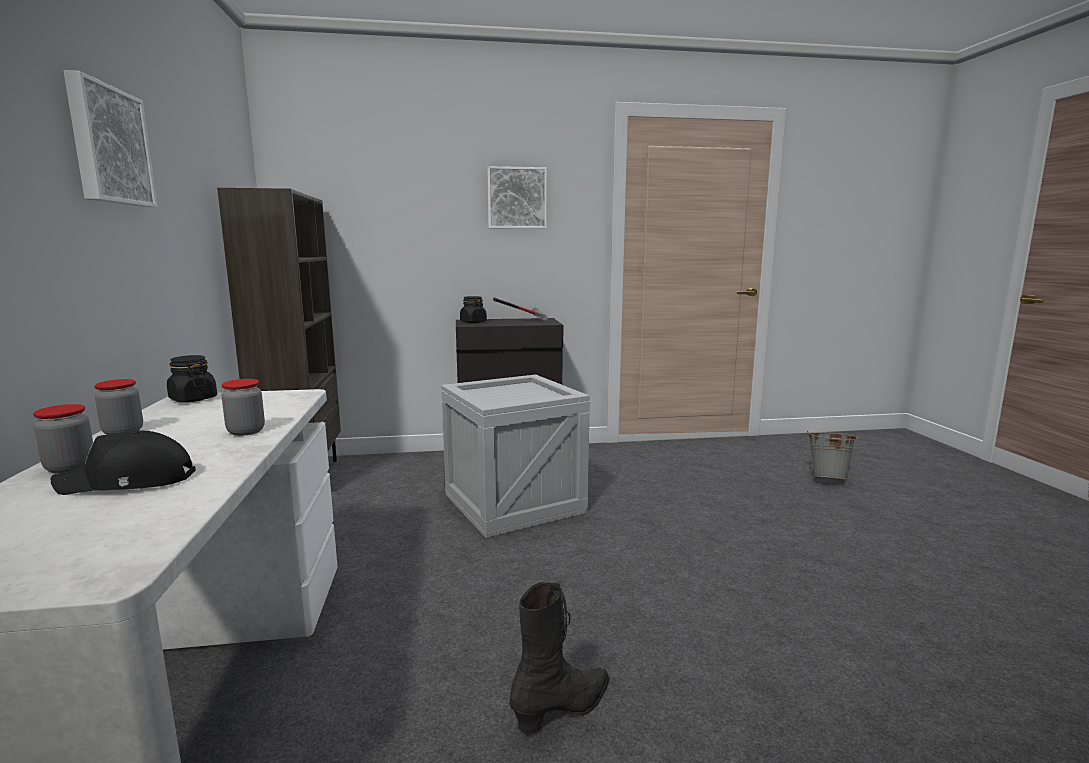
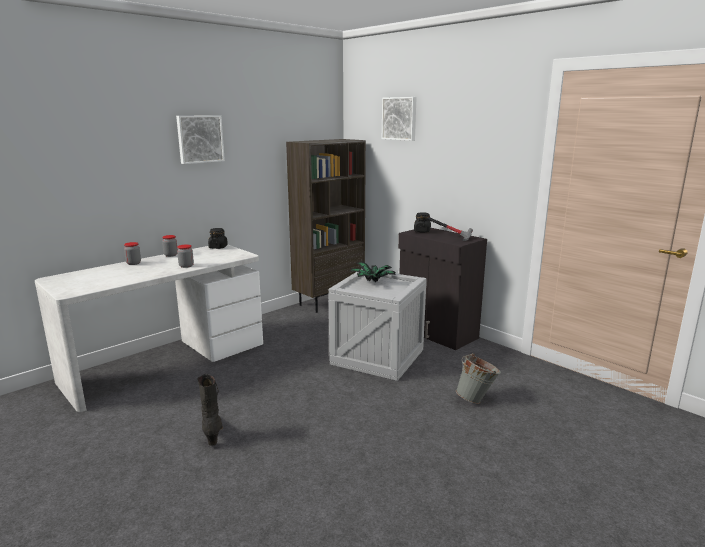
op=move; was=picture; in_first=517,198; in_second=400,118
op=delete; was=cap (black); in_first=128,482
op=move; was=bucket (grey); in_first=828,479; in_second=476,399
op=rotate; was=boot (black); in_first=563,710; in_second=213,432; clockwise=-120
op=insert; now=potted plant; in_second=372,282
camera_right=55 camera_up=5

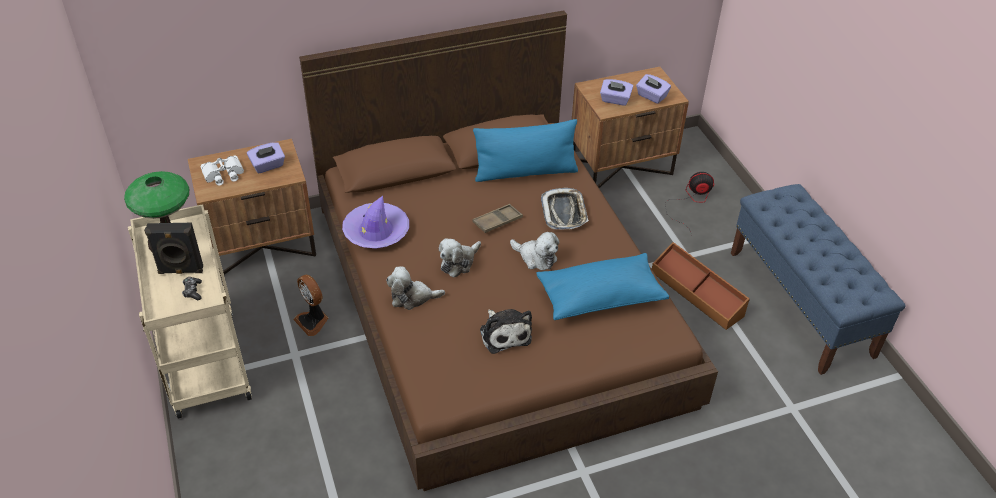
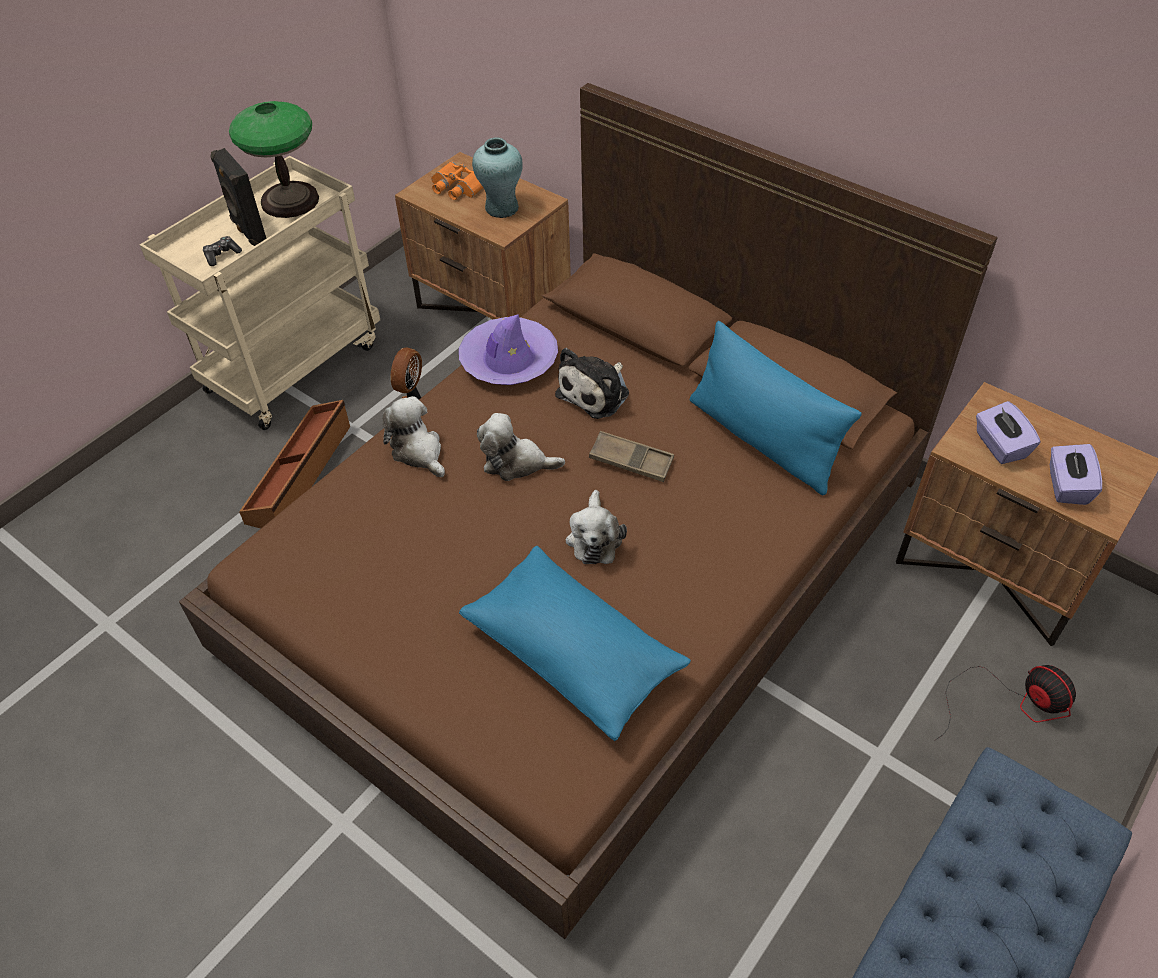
op=replace; was=tissue box (purple); now=vase (turquoise); in_first=268,166; in_second=501,208
op=recolor; was=binoculars (white); now=binoculars (orange); in_first=223,174; in_second=457,186
op=delete; was=tray; in_first=564,212
op=move; was=storage box (brown); in_first=697,293; in_second=301,474
op=move; was=plush toy; in_first=504,333; in_second=596,392
camera_right=60 camera_up=5

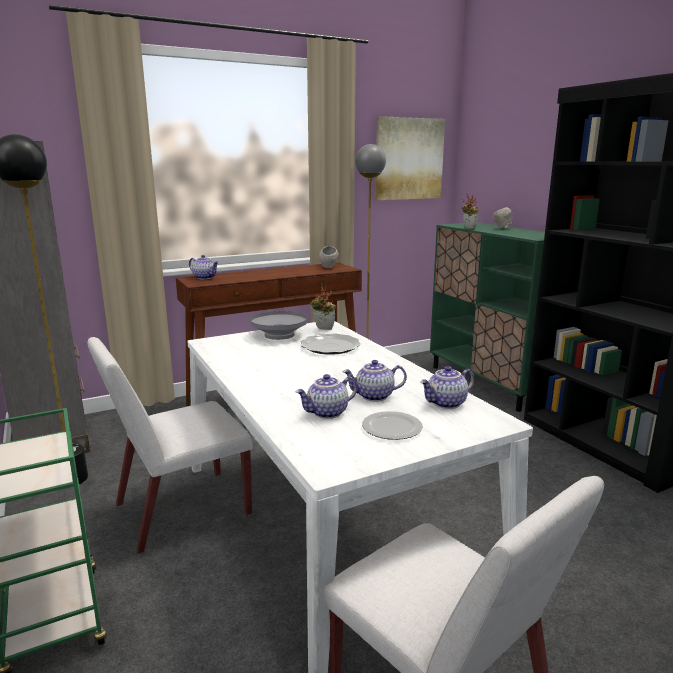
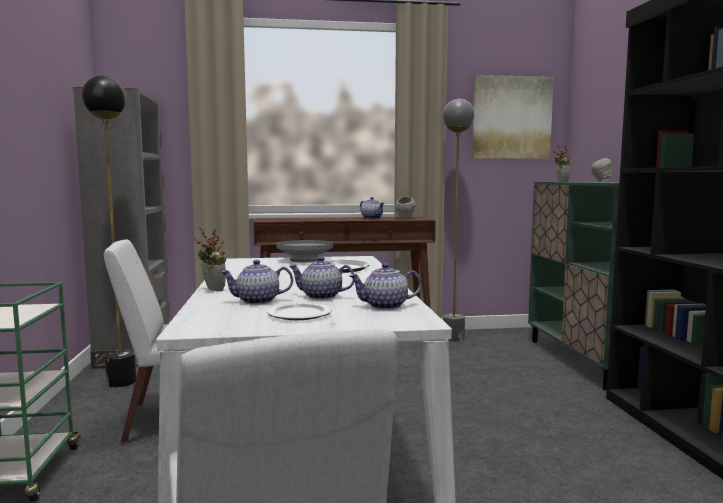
op=move; was=teapot; in_first=205,277; in_second=372,218
op=move; was=potted plant; in_first=322,329; in_second=212,290
camera_right=20 camera_up=-10

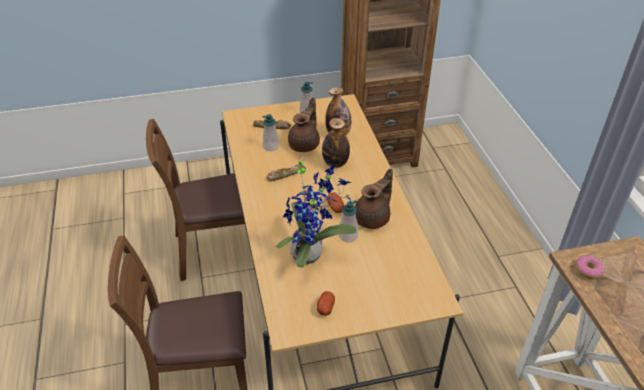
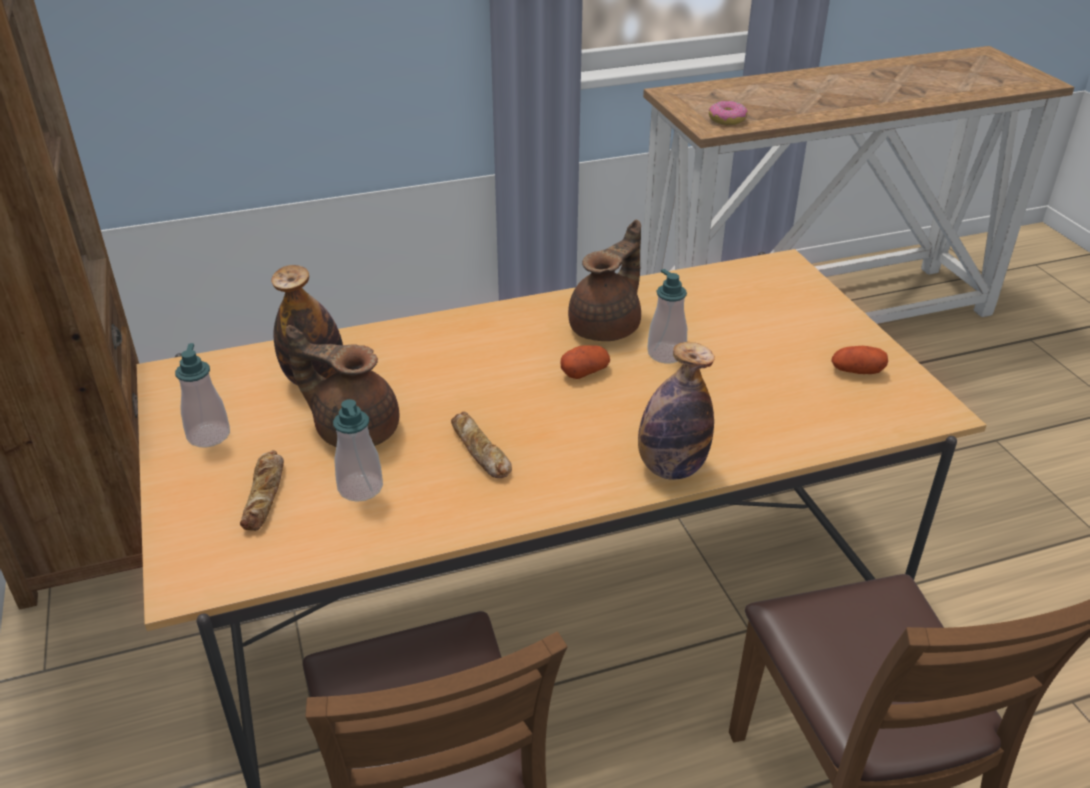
op=move; was=bottle; in_first=335,163; in_second=671,468
op=delete; was=potted plant; in_first=310,253
op=rotate; was=teapot (brown); in_first=373,218; in_second=607,327; clockwise=90
camera_right=-95 camera_up=-5

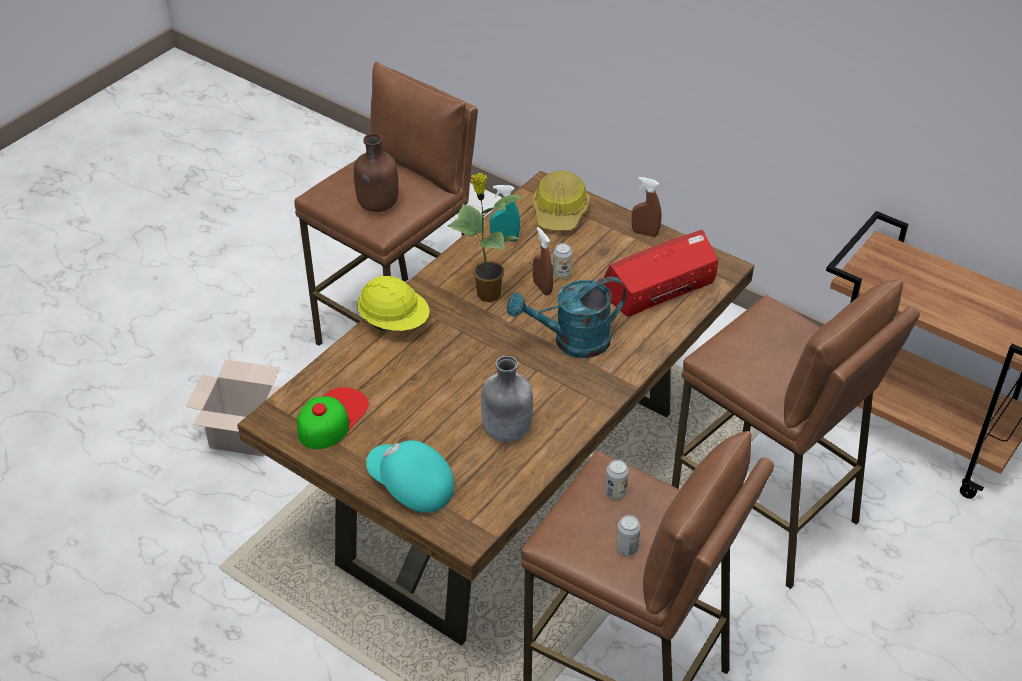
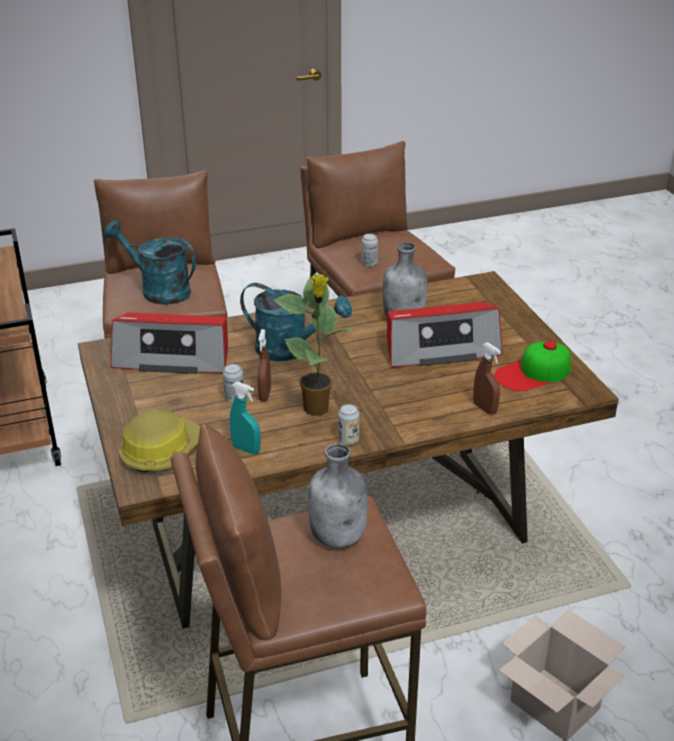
op=recolor; was=bottle (brown); now=bottle (grey); in_first=377,205; in_second=339,536
op=move; was=spray bottle (brown); in_first=645,233; in_second=485,408
op=delete; was=hard hat (yellow); in_first=394,322
op=delete; was=cap (turquoise); in_first=411,487
op=move; was=can; in_first=627,548; in_second=348,440
op=insert; now=watering can (turquoise); in_second=158,290
op=insert; now=radio; in_second=440,348
camera_right=-145 camera_up=-10

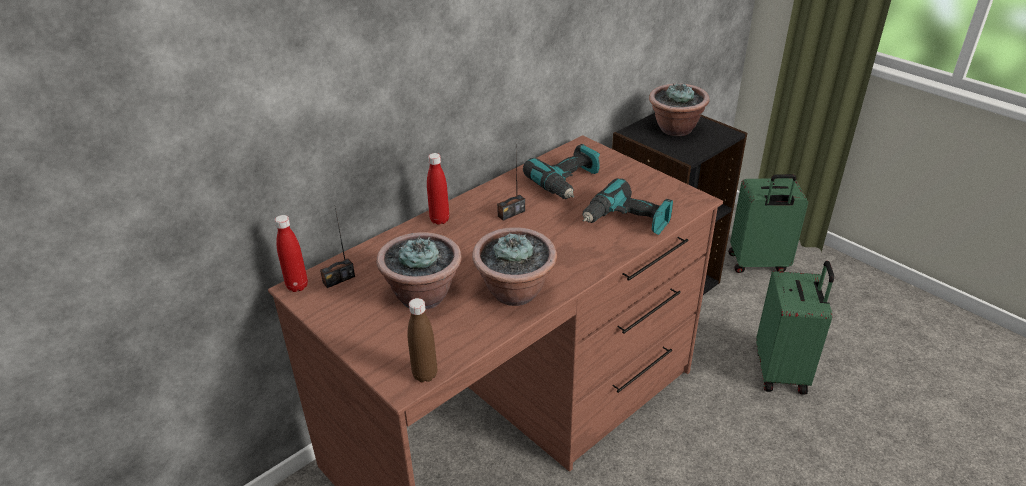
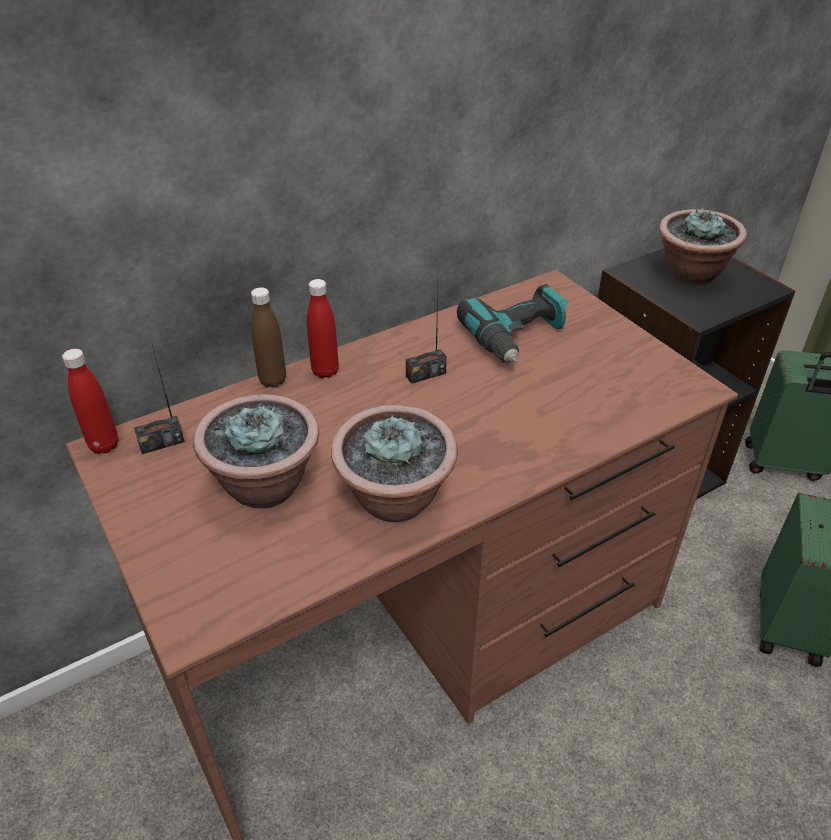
op=delete; was=power drill; in_first=626,221
op=move; was=bottle (brown); in_first=425,375; in_second=273,380
camera_right=10 camera_up=5

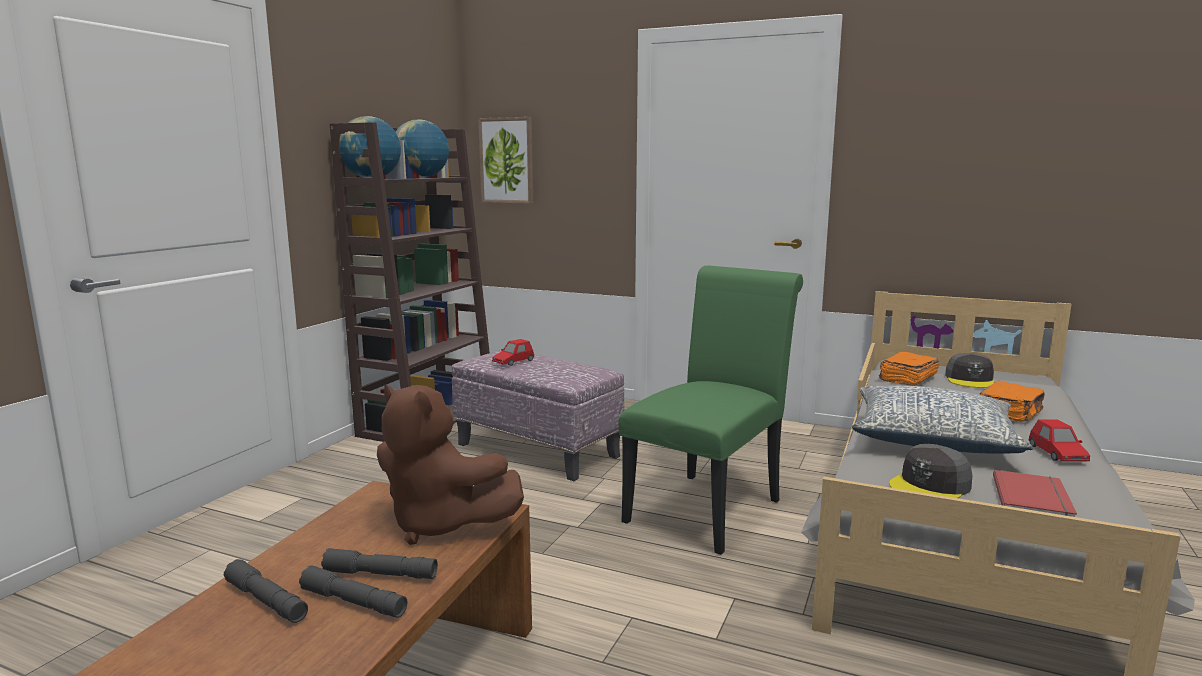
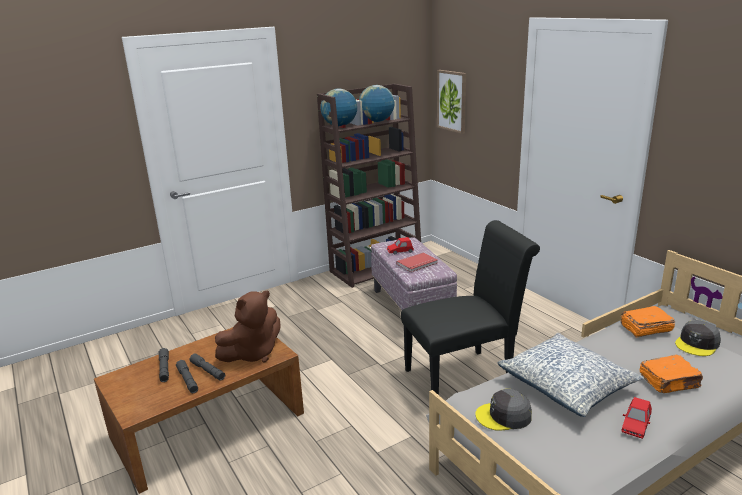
op=recolor; was=chair (green); now=chair (black); in_first=709,507; in_second=465,376
op=rotate; was=plush toy (brown); in_first=441,524; in_second=253,353; clockwise=-105
op=move; was=book (red); in_first=1034,499; in_second=418,264
camera_right=35 camera_up=10

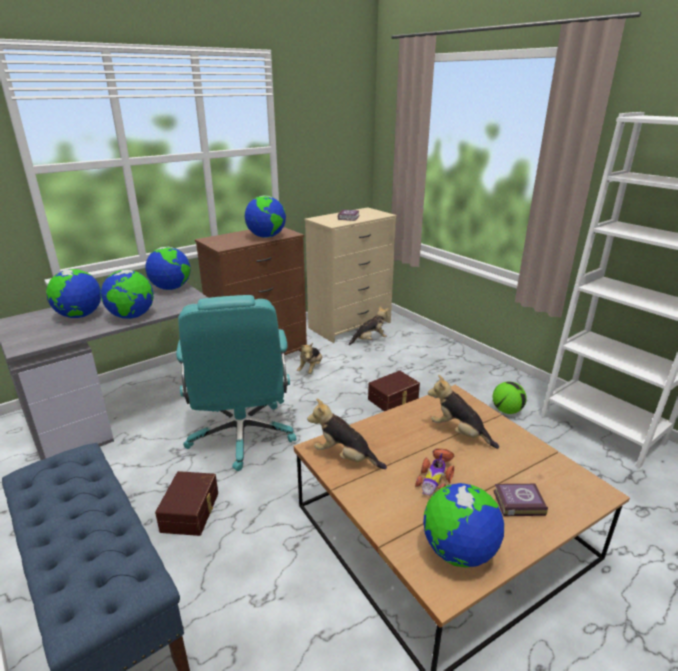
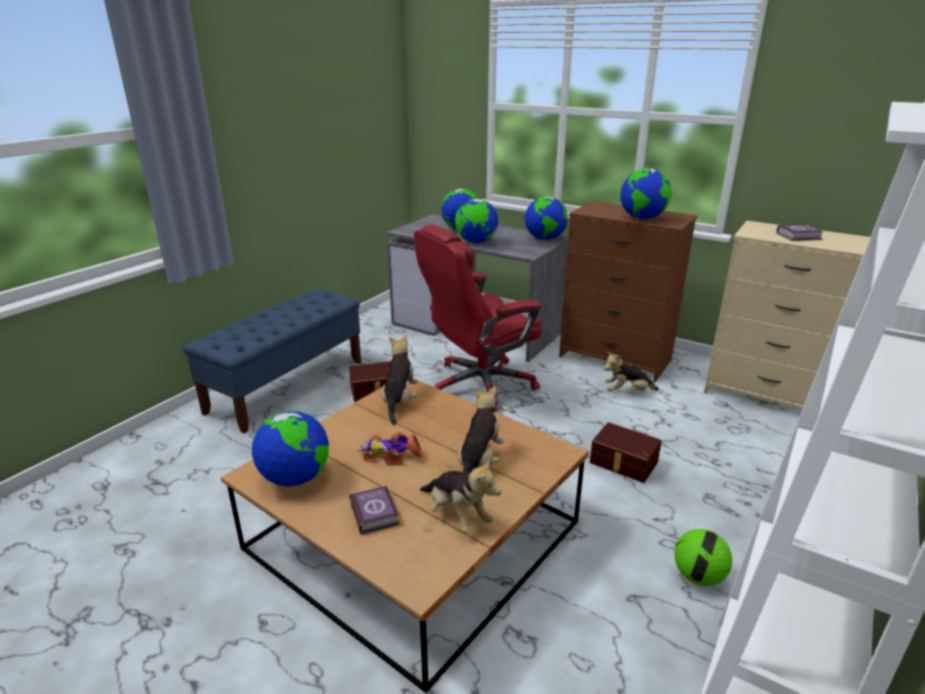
op=recolor; was=office chair (turquoise); now=office chair (red); in_first=242,436; in_second=479,385
op=move; was=plush toy; in_first=370,340; in_second=457,515
camera_right=70 camera_up=0

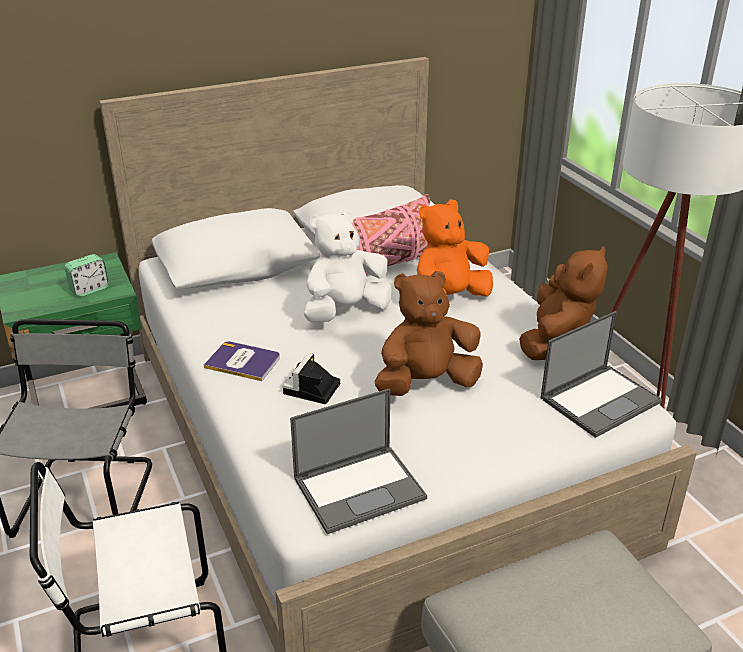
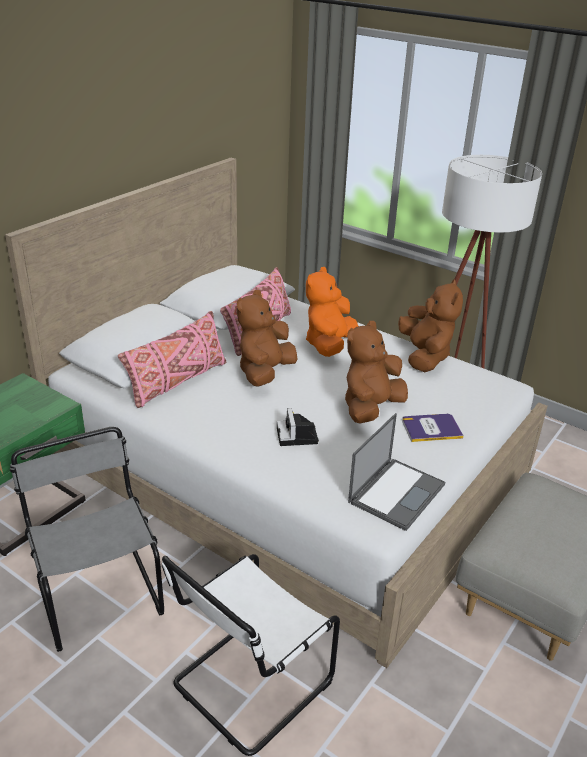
op=recolor; was=plush toy (white); now=plush toy (brown); in_first=345,311; in_second=265,373
op=delete; was=alarm clock; in_first=90,289
op=delete; was=laptop; in_first=600,399
op=move; was=book; in_first=243,362; in_second=431,428
op=insert; now=pillow (pink); in_second=177,382
camera_right=-30 camera_up=0

